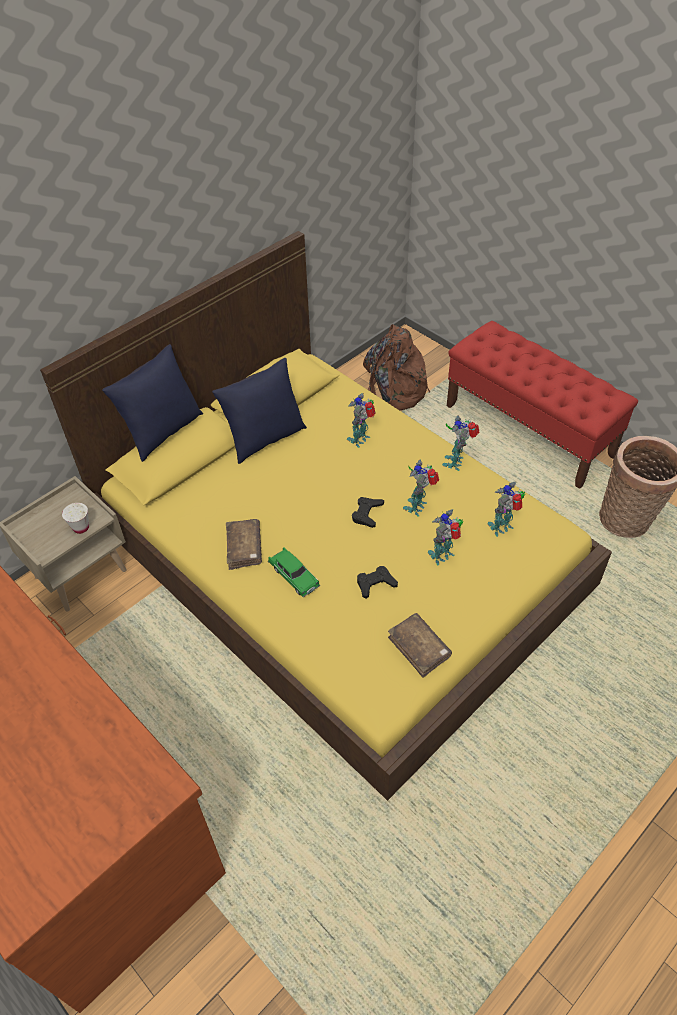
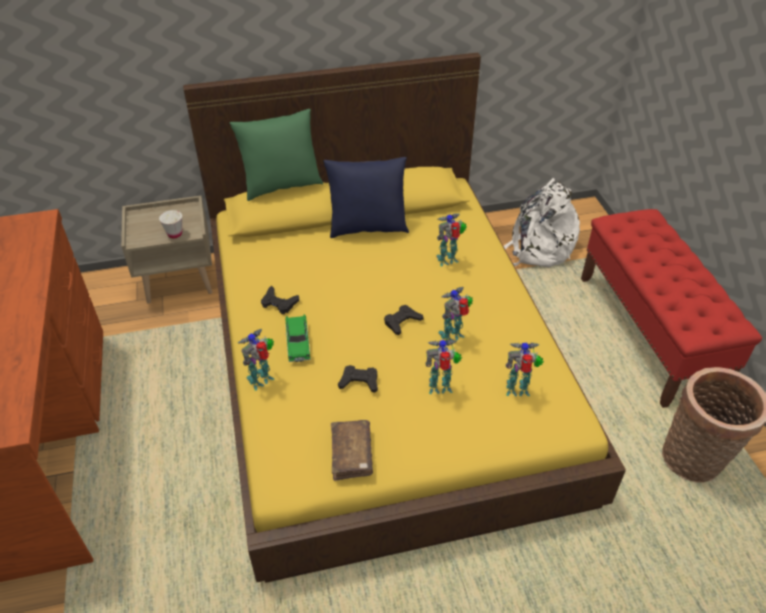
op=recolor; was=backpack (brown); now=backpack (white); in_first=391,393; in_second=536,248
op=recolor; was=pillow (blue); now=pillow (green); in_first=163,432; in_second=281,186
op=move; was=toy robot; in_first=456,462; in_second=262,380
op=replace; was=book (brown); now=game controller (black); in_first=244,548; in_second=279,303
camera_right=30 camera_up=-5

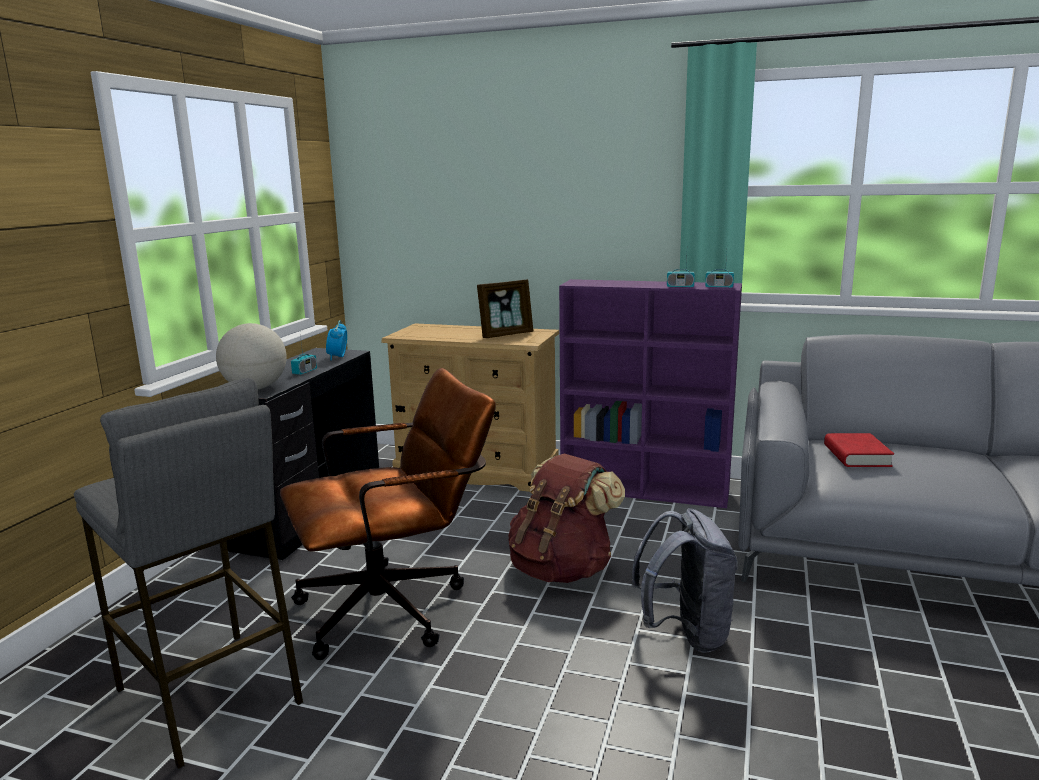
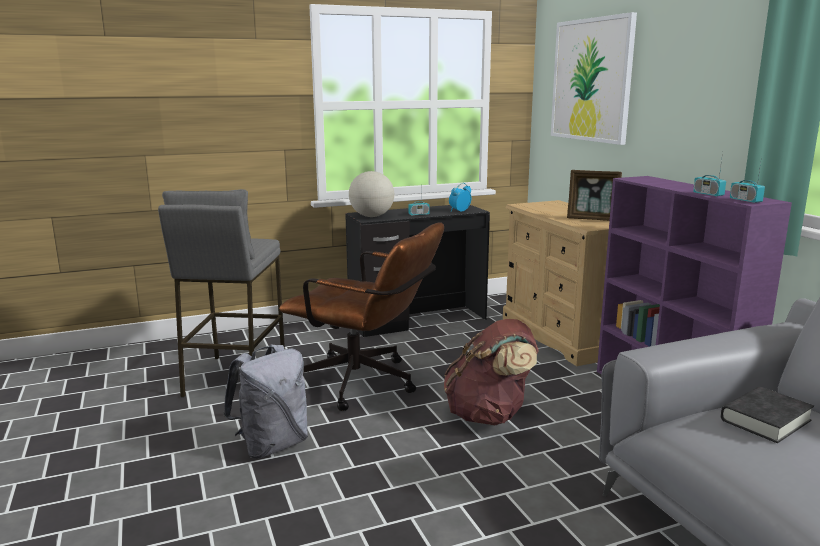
op=recolor; was=book (red); now=book (black); in_first=856,456; in_second=765,420
op=move; was=backpack (grey); in_first=685,634; in_second=272,445
op=insert; now=picture; in_second=591,80
camera_right=50 camera_up=0

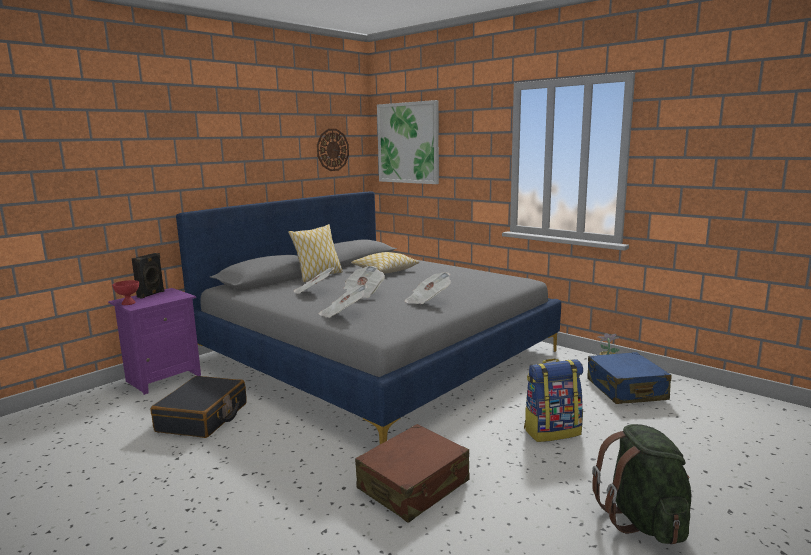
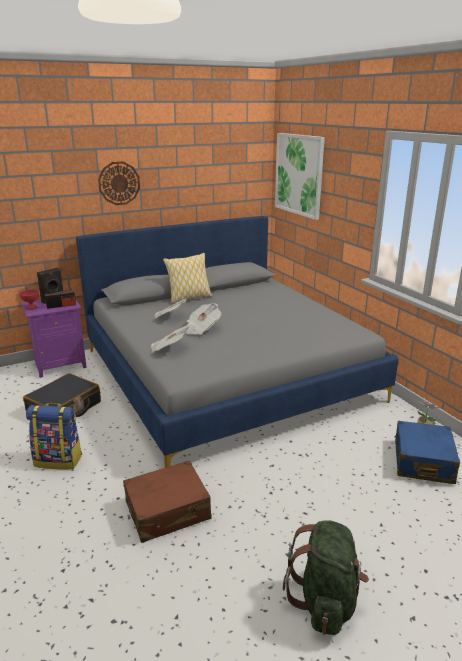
op=move; was=wall clock; in_first=332,150; in_second=119,183
op=delete; was=pillow; in_first=385,270
op=delete; was=newspaper; in_first=427,300
op=move; was=backpack; in_first=552,431; in_second=59,460
op=insert; now=radio; in_second=61,306
camera_right=20 camera_up=10

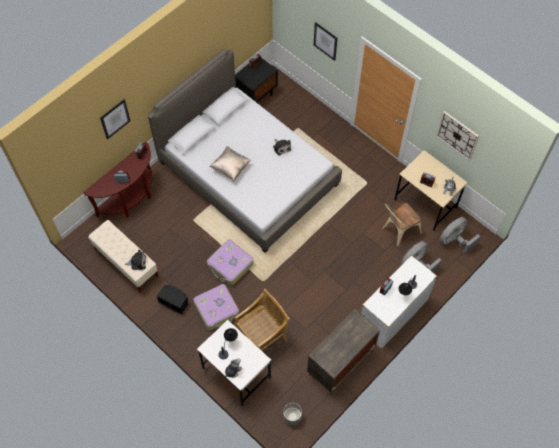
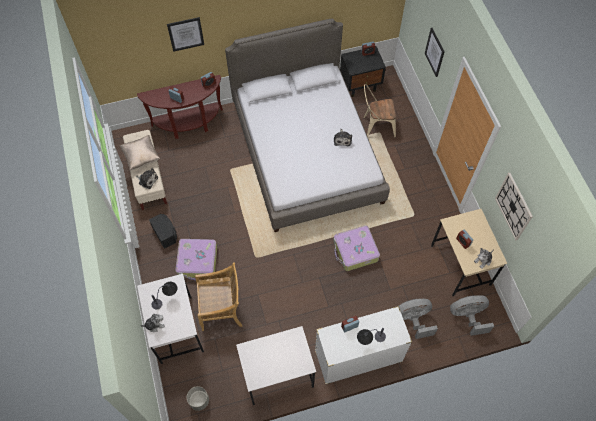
op=move; was=pillow (beige); in_first=230,168; in_second=141,157
op=move; was=chair (beige); in_first=398,232; in_second=376,126
op=move; was=suitcase; in_first=230,265; in_second=355,251
op=replace; was=dresser; now=desk (white); in_first=340,363; in_second=277,375
camera_right=30 camera_up=0

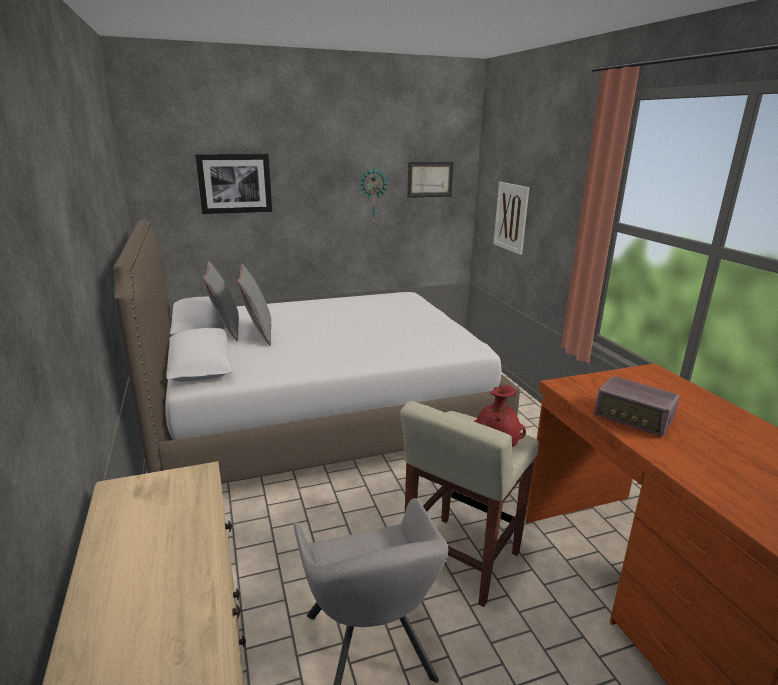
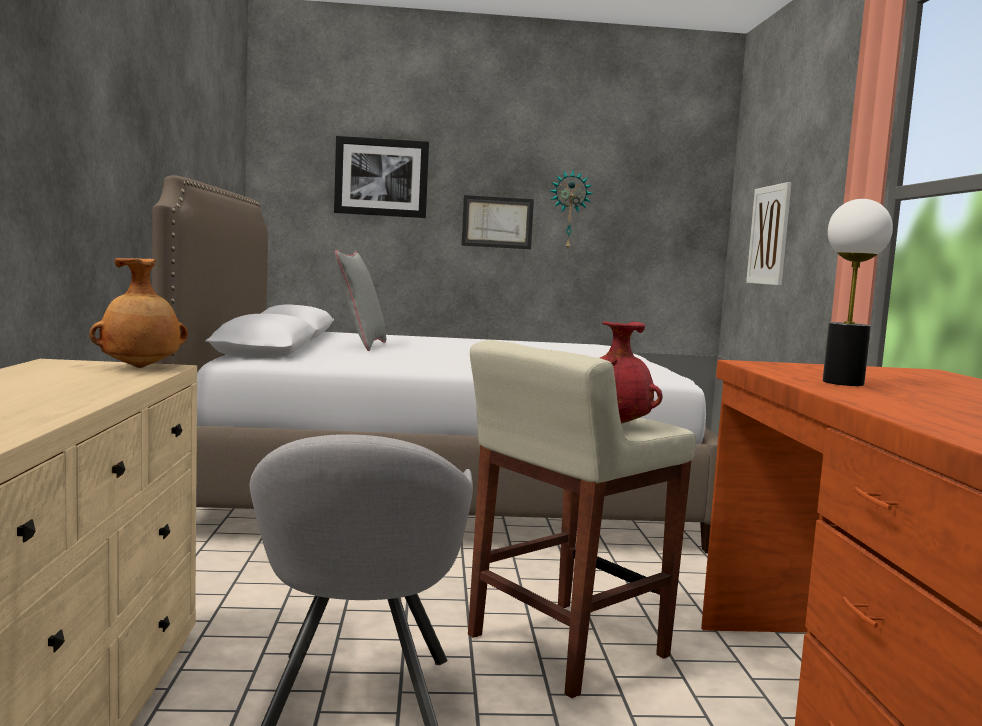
op=move; was=picture; in_first=430,179; in_second=497,222
op=delete; was=pillow (grey); in_first=225,330
op=replace; was=radio; now=table lamp; in_first=633,418; in_second=843,383
op=insert; now=vase (brown); in_second=140,368
camera_right=15 camera_up=-15

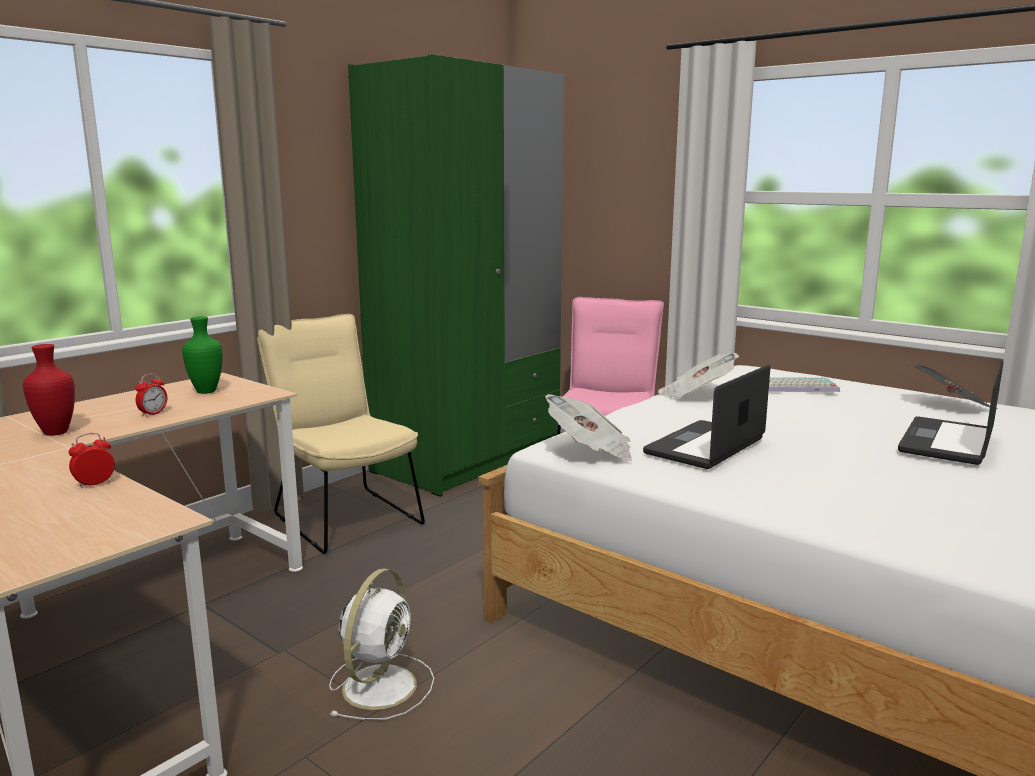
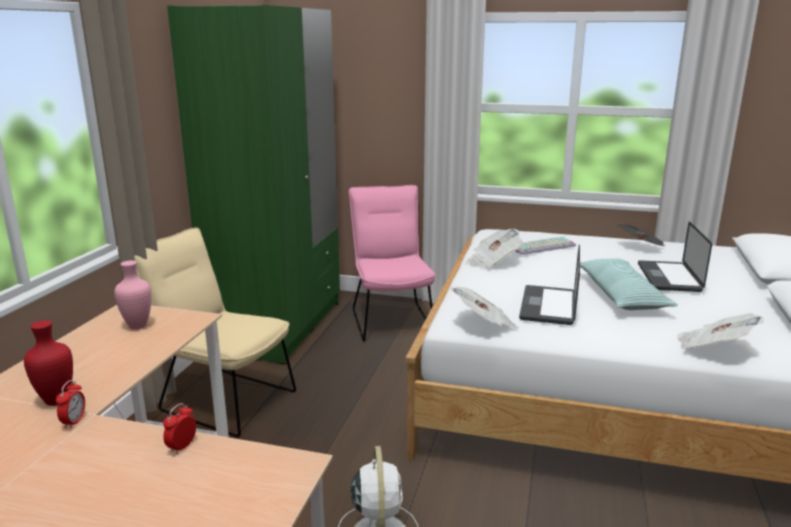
op=recolor; was=vase (green); now=vase (pink); in_first=206,391; in_second=137,326
op=move; was=alarm clock; in_first=153,414; in_second=74,422
op=insert; now=pillow; in_second=621,295
op=insert; now=newspaper; in_second=713,348
camera_right=-25 camera_up=5

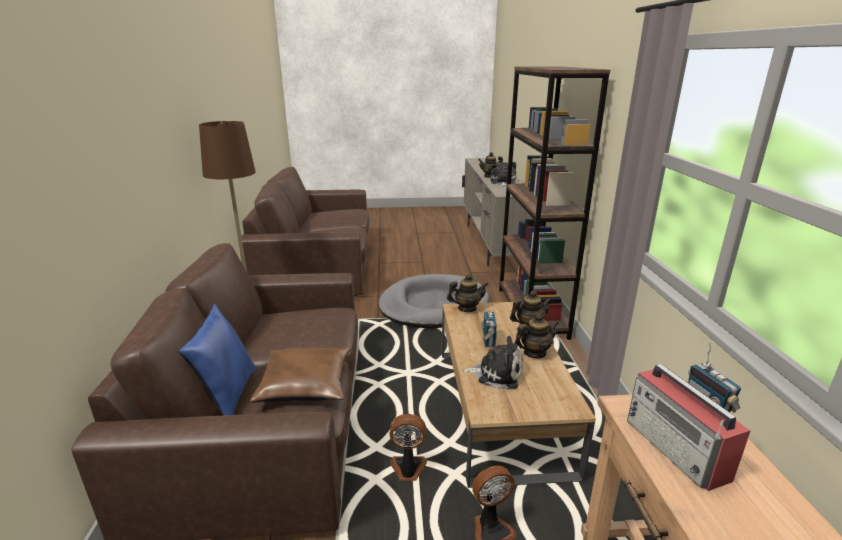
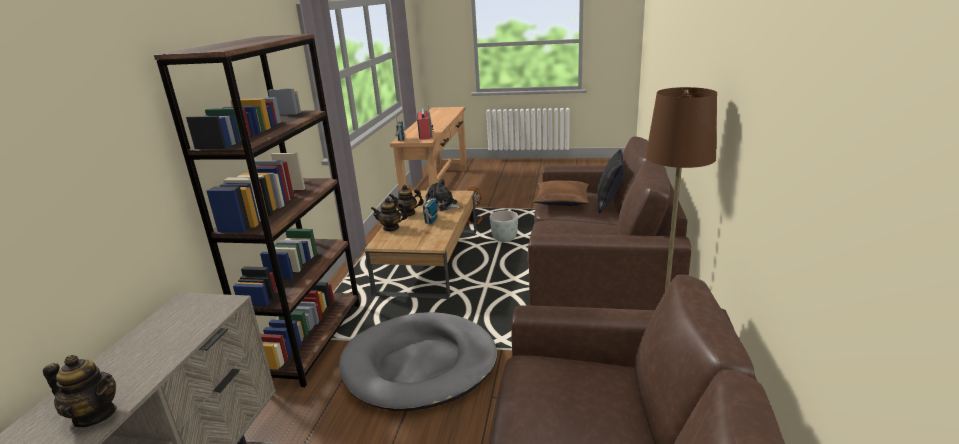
op=delete; was=plush toy; in_first=502,182
op=delete; was=teapot; in_first=467,308
op=recolor; was=pillow (blue); now=pillow (black); in_first=228,394; in_second=609,204
op=replace; was=fan; now=planter (grey); in_first=408,469; in_second=505,238
camera_right=-165 camera_up=0

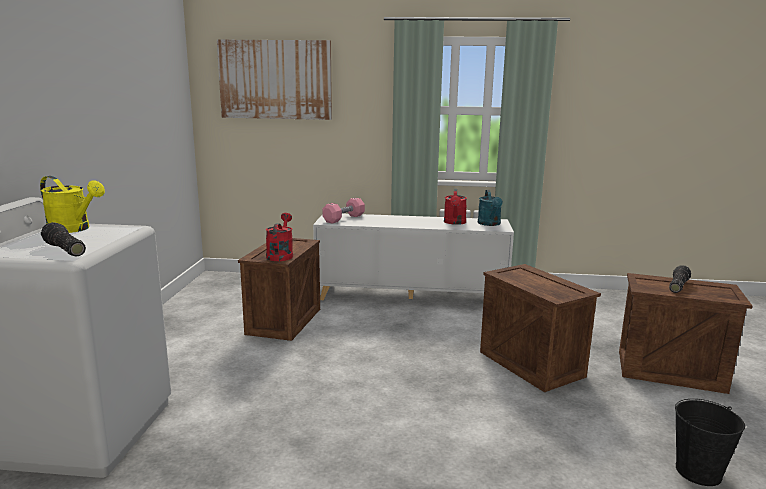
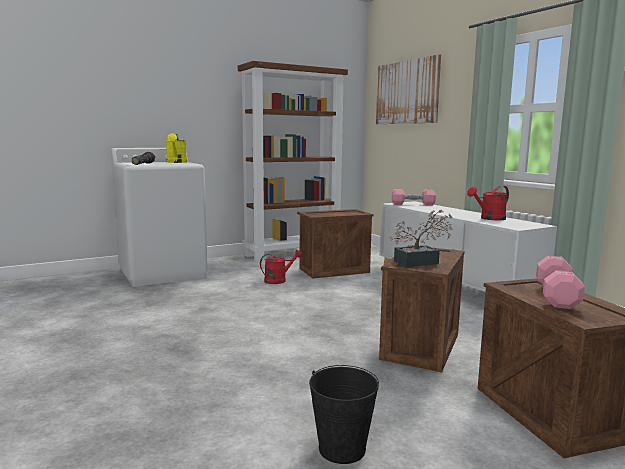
op=delete; was=watering can (turquoise); in_first=490,224
op=move; was=watering can (red); in_first=280,255; in_second=278,280
op=replace; was=flashlight; now=dumbbell (pink); in_first=677,286; in_second=556,296
op=insert; now=bookcase (brown); in_second=293,253
op=insert; now=potted plant; in_second=421,262
camera_right=55 camera_up=-5

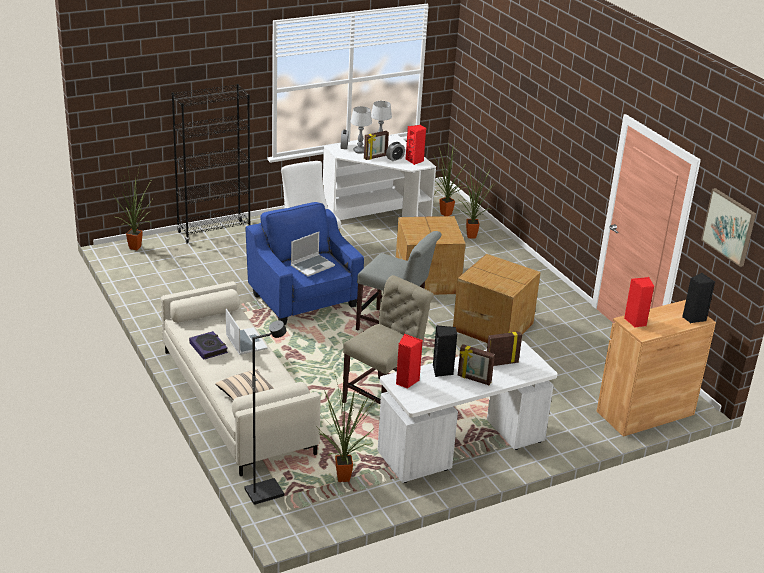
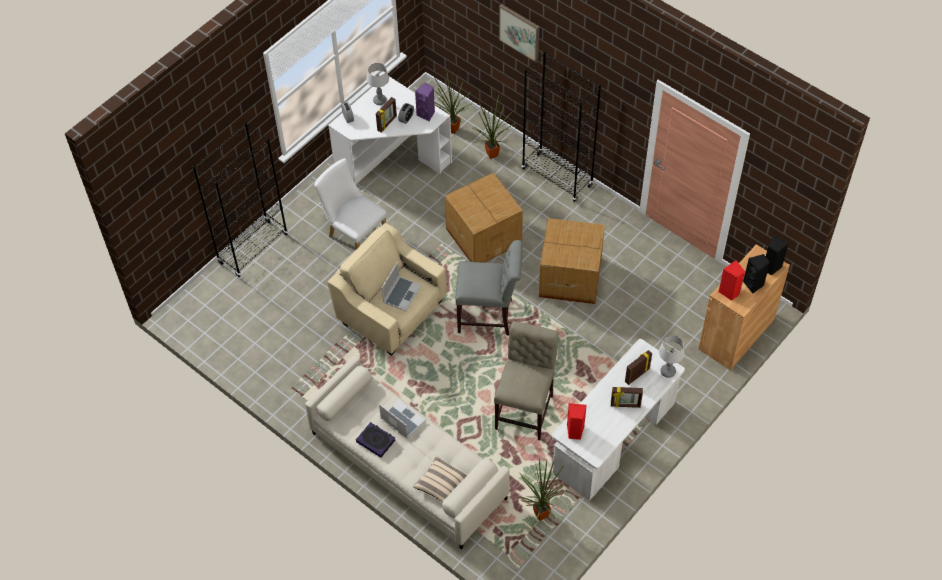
op=move; was=table lamp; in_first=359,151; in_second=667,371
op=recolor; was=speaker (red); now=speaker (purple); in_first=415,161; in_second=426,114
op=delete; was=potted plant; in_first=137,248
op=move; was=picture; in_first=729,226; in_second=519,32
op=recolor; was=armchair (blue); now=armchair (beige); in_first=304,300; in_second=392,312
op=delete; was=floor lamp (black); in_first=264,492
op=move; was=speaker (black); in_first=443,371; in_second=754,284
op=insert; now=bookcase (black); in_second=557,177
camera_right=-20 camera_up=25

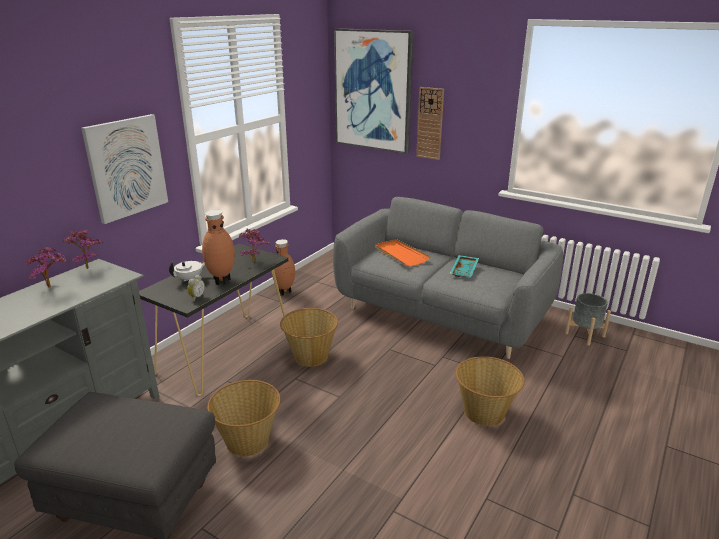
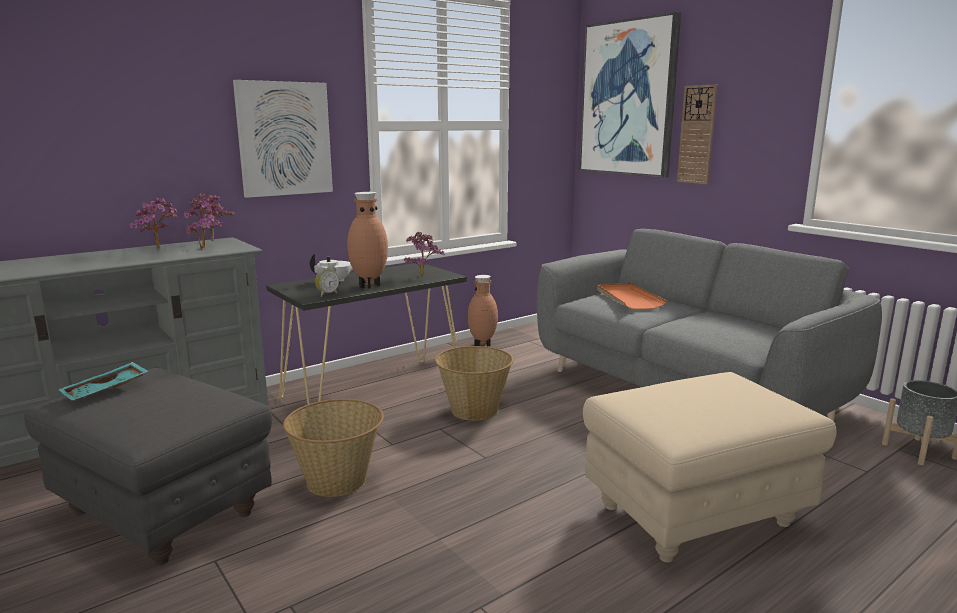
op=move; was=tray (turquoise); in_first=465,271; in_second=106,391
op=replace; was=basket; now=ottoman (beige); in_first=485,413; in_second=695,517
op=insert; now=potted plant; in_second=207,248
camera_right=20 camera_up=-10

